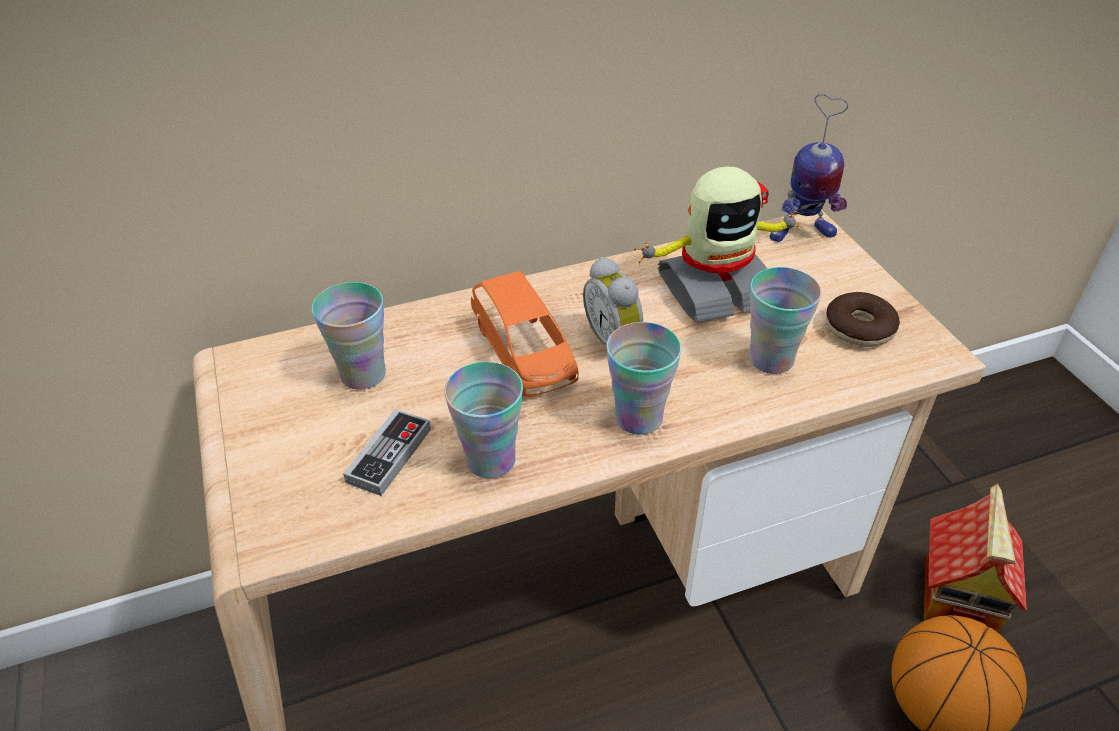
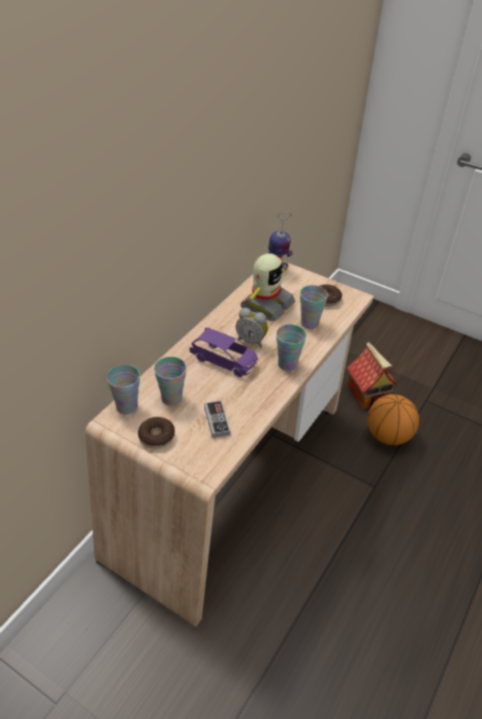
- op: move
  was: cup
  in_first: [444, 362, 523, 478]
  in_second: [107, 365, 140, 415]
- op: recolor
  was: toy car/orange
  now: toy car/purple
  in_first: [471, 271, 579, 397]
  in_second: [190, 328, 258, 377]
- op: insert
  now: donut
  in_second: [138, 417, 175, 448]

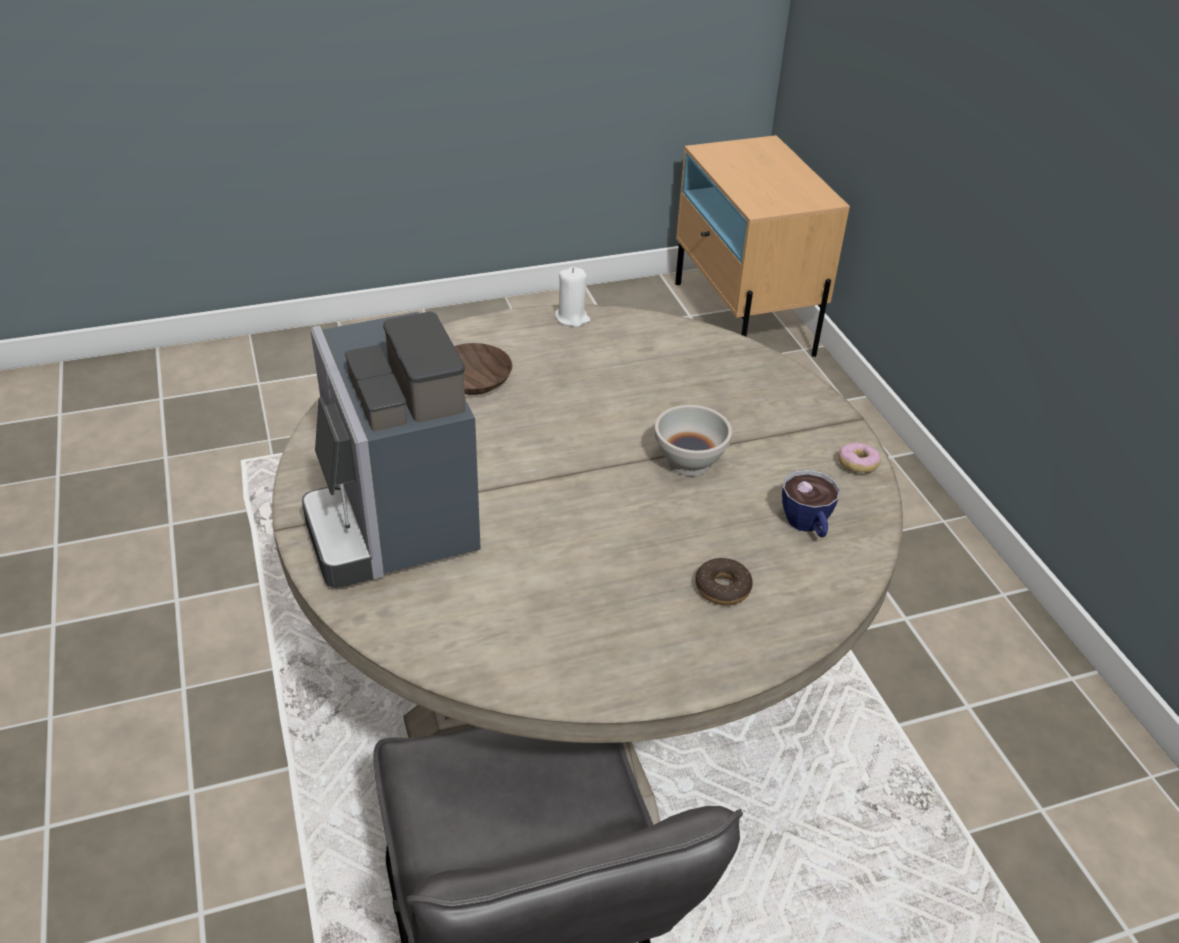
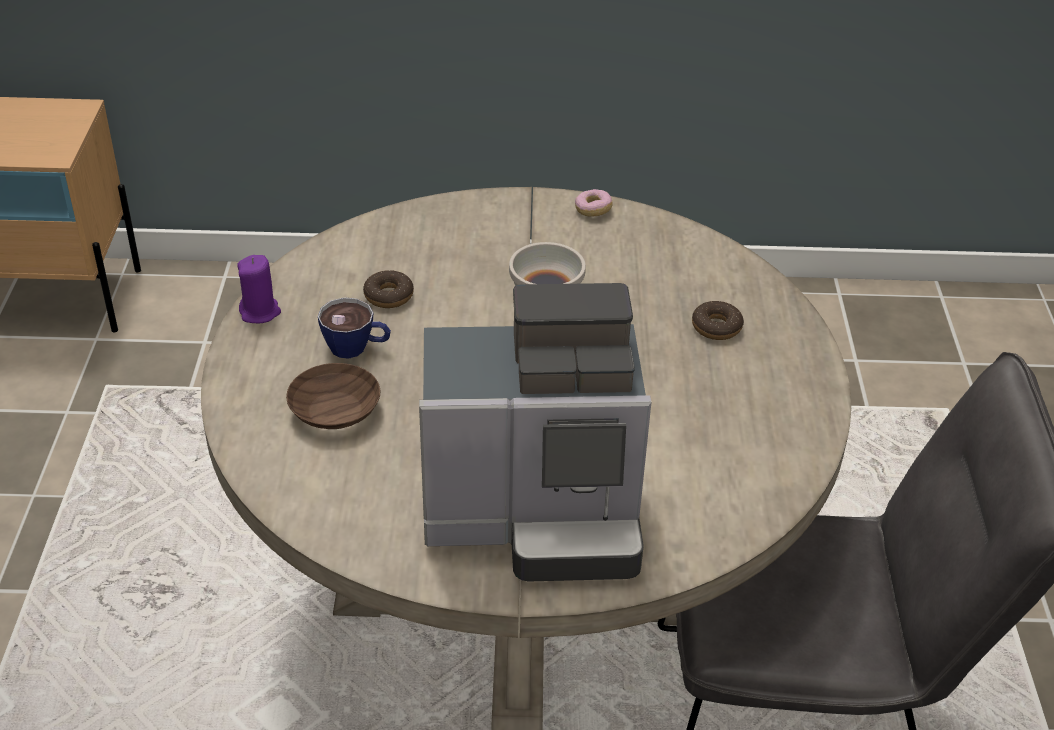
- op: recolor
  was: candle/white
  now: candle/purple
  in_first: [555, 267, 590, 327]
  in_second: [237, 255, 281, 323]
- op: move
  was: cup
  in_first: [782, 470, 840, 538]
  in_second: [318, 297, 391, 359]
- op: insert
  now: donut
  in_second: [363, 270, 414, 308]

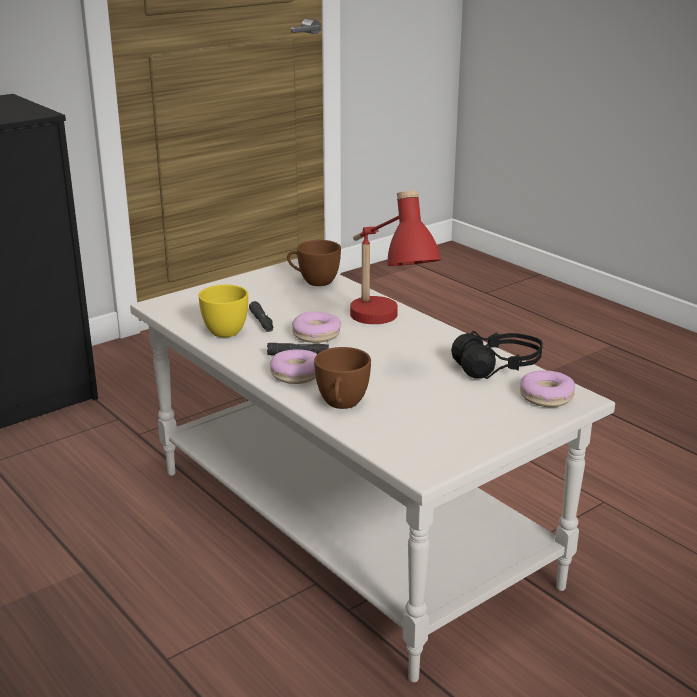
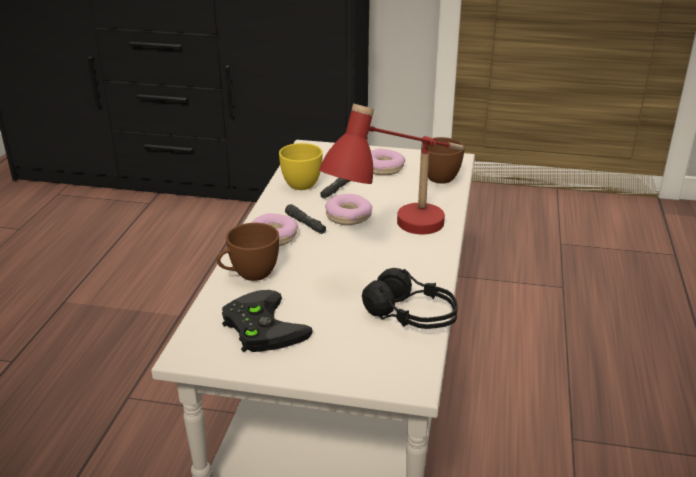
- op: move
  was: donut
  in_first: [520, 370, 575, 407]
  in_second: [371, 148, 405, 175]
- op: insert
  now: game controller/black
  in_second: [222, 290, 313, 352]

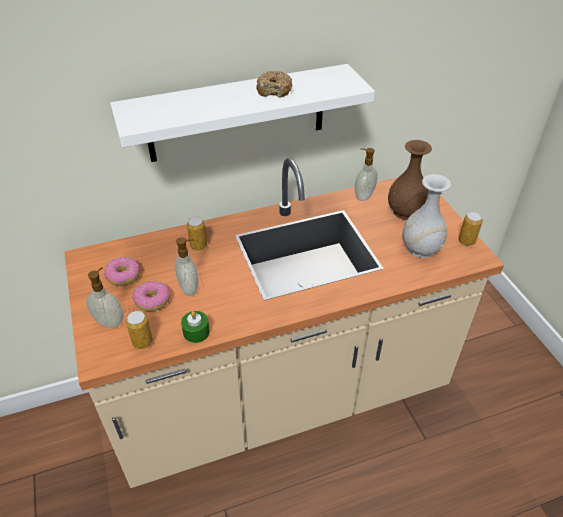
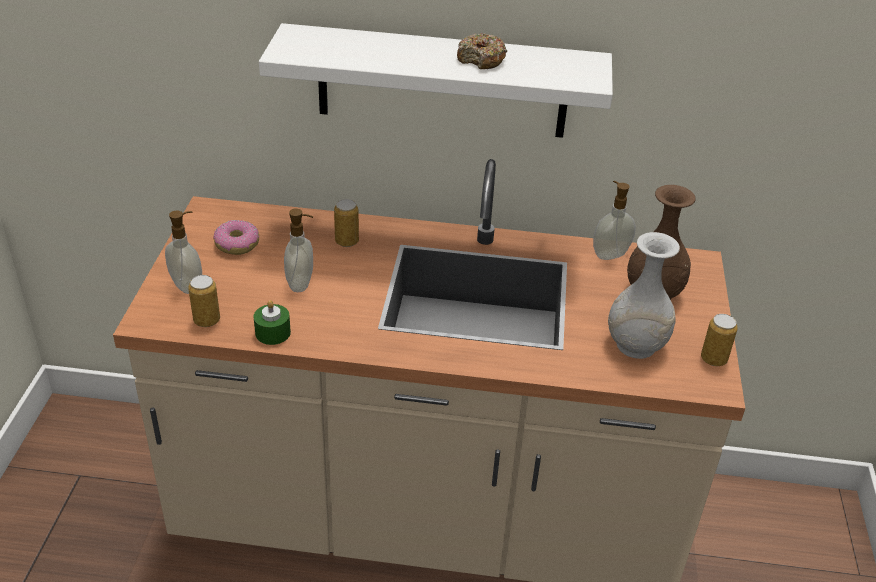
- op: delete
  was: donut
  in_first: [132, 281, 170, 311]

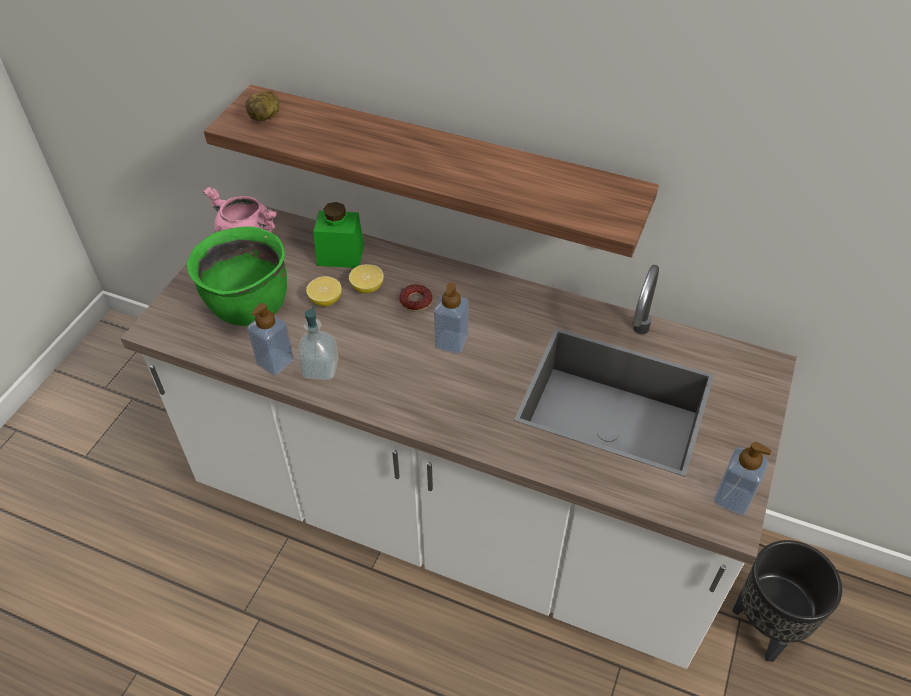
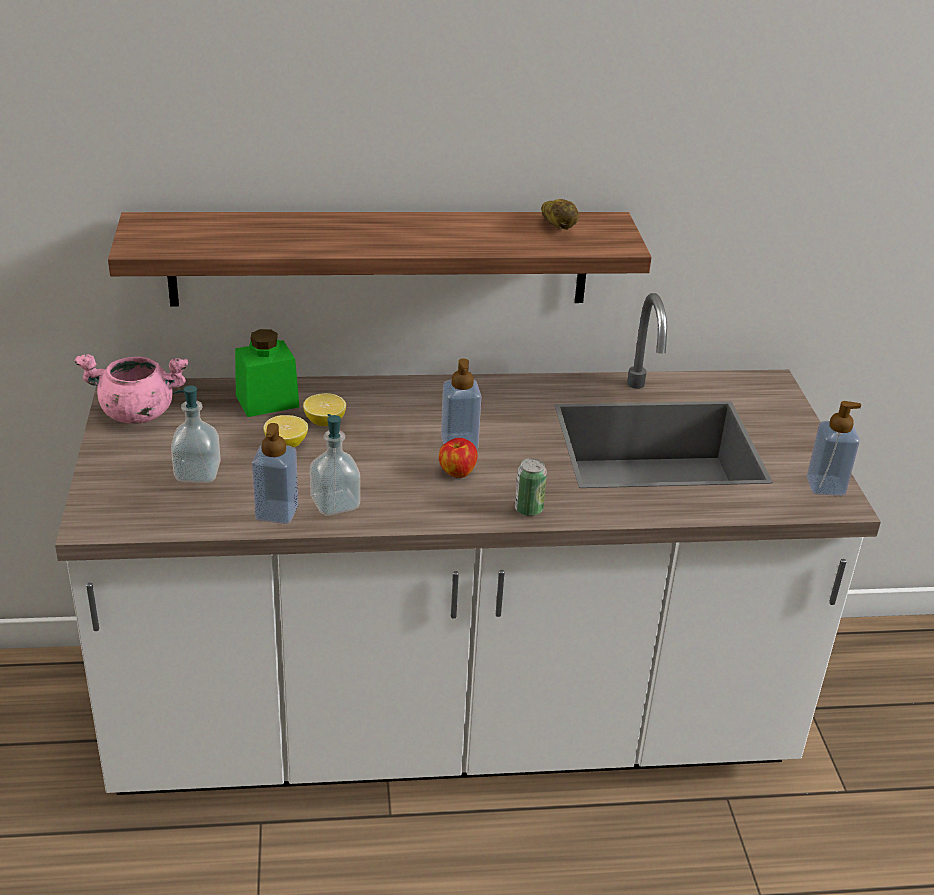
- op: replace
  was: cooking pot/green
  now: soap dispenser
  in_first: [186, 226, 287, 326]
  in_second: [171, 385, 221, 483]
- op: move
  was: potato
  in_first: [245, 91, 280, 121]
  in_second: [541, 199, 579, 230]
- op: delete
  was: donut
  in_first: [399, 284, 432, 312]
- op: delete
  was: planter/black
  in_first: [732, 540, 842, 662]
- op: insert
  now: apple
  in_second: [439, 438, 478, 478]
- op: insert
  now: can
  in_second: [515, 458, 547, 516]

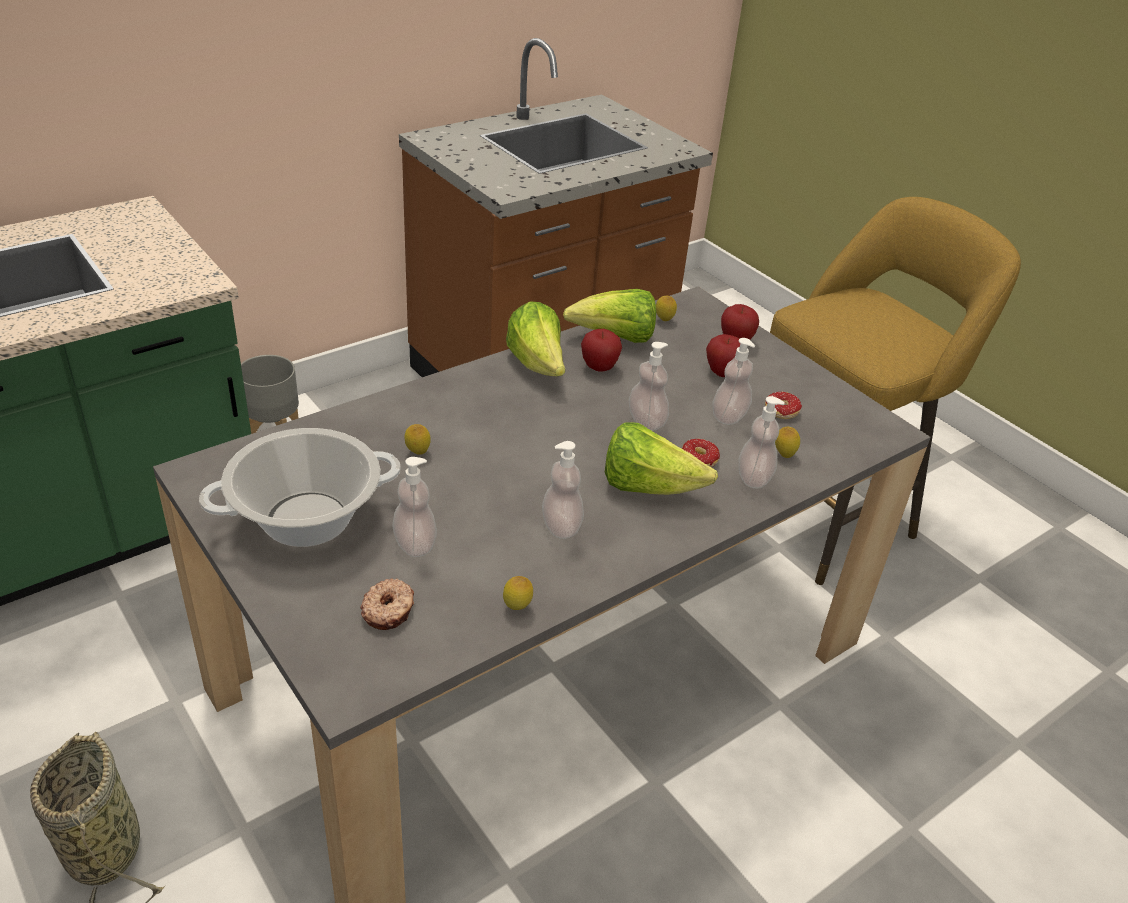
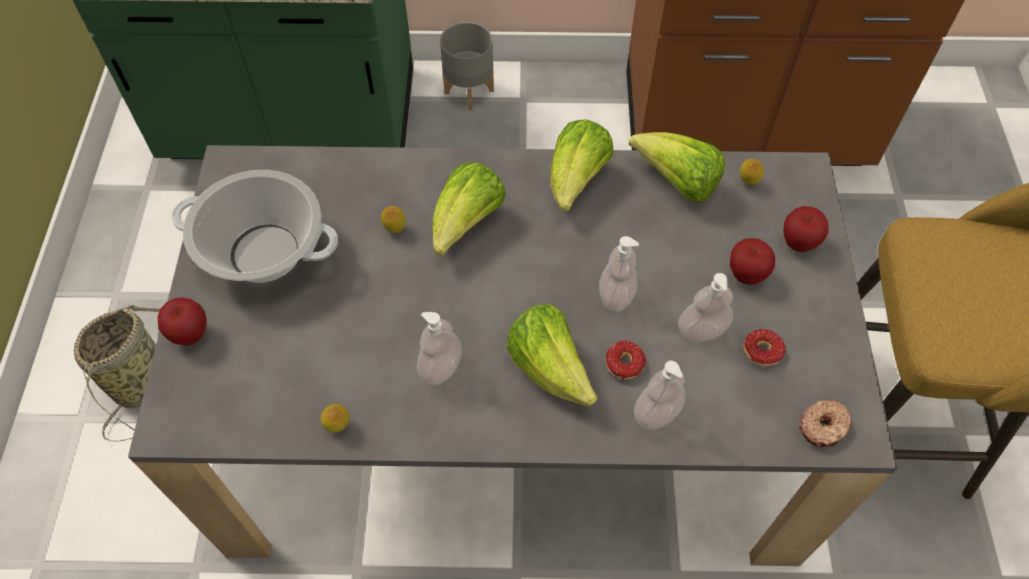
- op: move
  was: donut
  in_first: [360, 578, 414, 630]
  in_second: [799, 400, 852, 447]
- op: delete
  was: soap dispenser
  in_first: [392, 457, 437, 557]
- op: move
  was: apple
  in_first: [581, 329, 622, 372]
  in_second: [158, 297, 207, 346]
- op: delete
  was: lemon
  in_first: [775, 427, 800, 458]
- op: insert
  now: lettuce
  in_second: [433, 163, 506, 256]

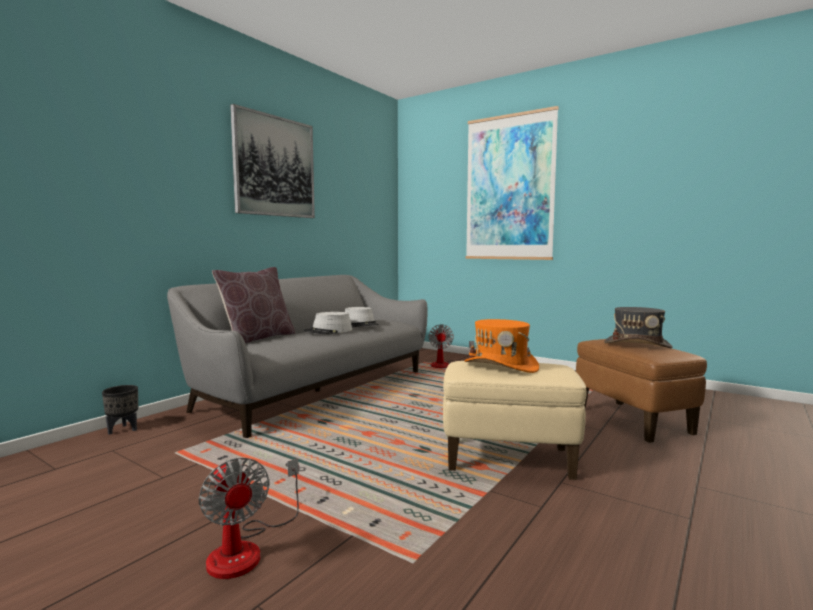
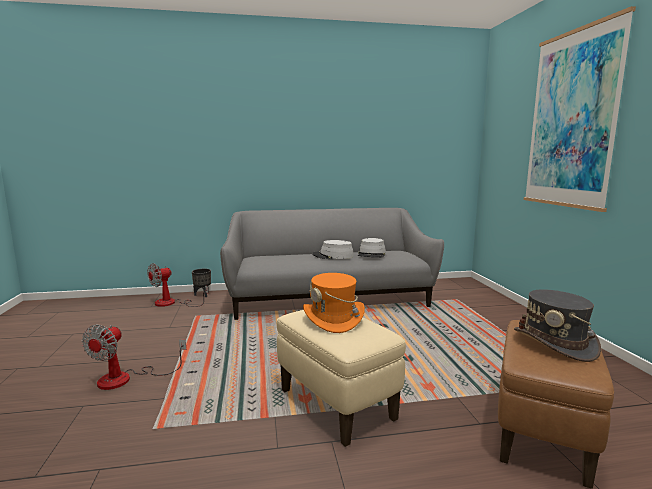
- op: delete
  was: pillow/brown
  in_first: [212, 267, 295, 344]
- op: delete
  was: picture
  in_first: [230, 104, 315, 218]
- op: move
  was: fan
  in_first: [429, 324, 474, 368]
  in_second: [147, 263, 208, 307]

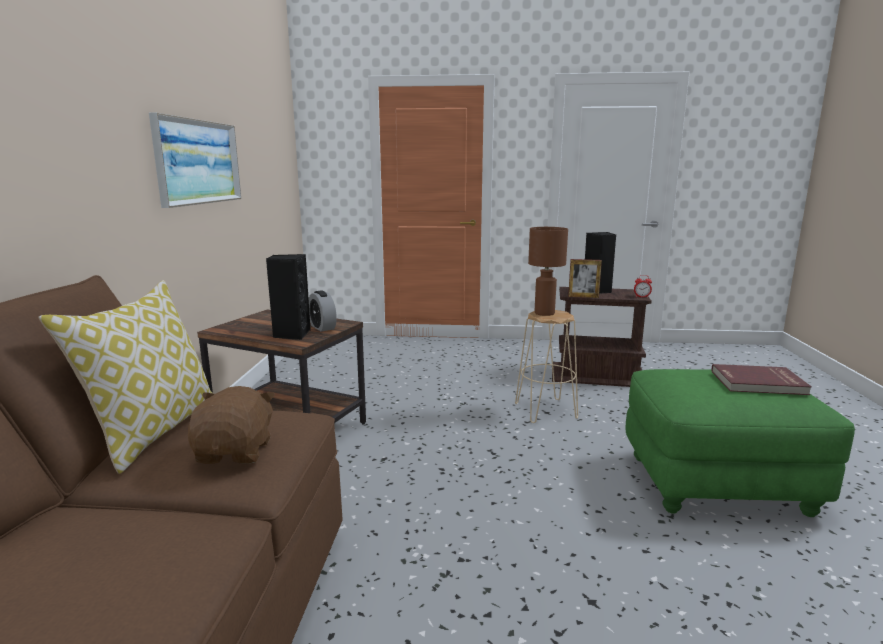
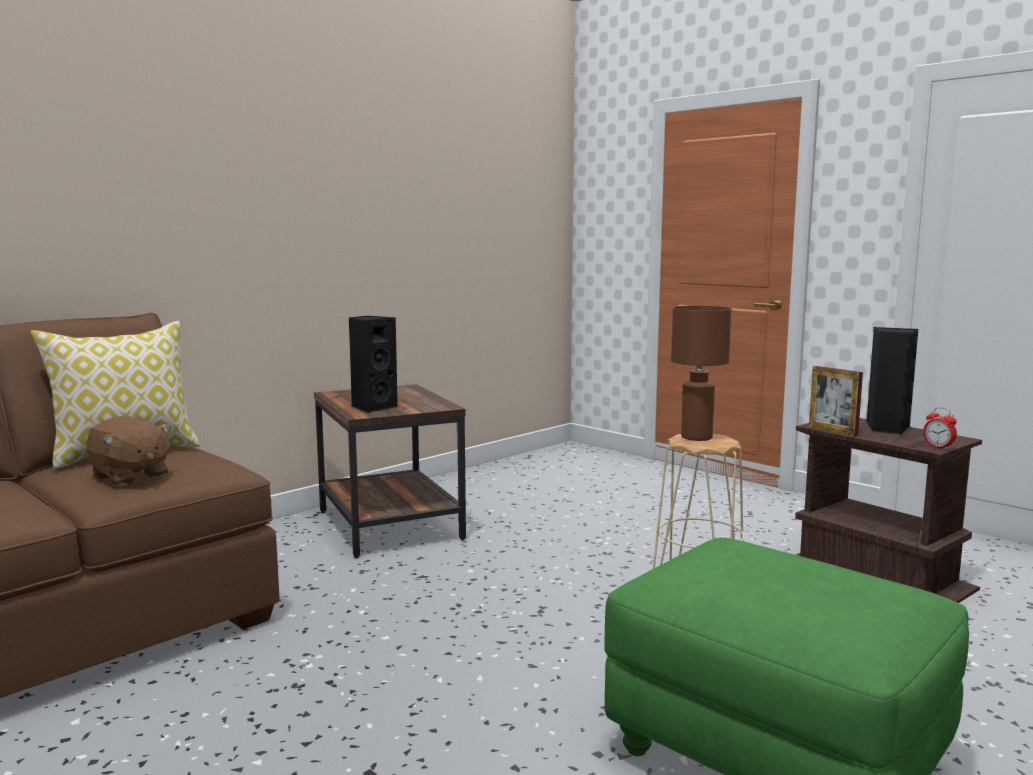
- op: delete
  was: picture
  in_first: [149, 113, 241, 208]
- op: rotate
  was: plush toy/brown
  in_first: [188, 386, 275, 464]
  in_second: [87, 416, 172, 486]
  clockwise: 90
- op: delete
  was: alarm clock
  in_first: [309, 290, 337, 332]
- op: delete
  was: book/red
  in_first: [712, 364, 812, 395]

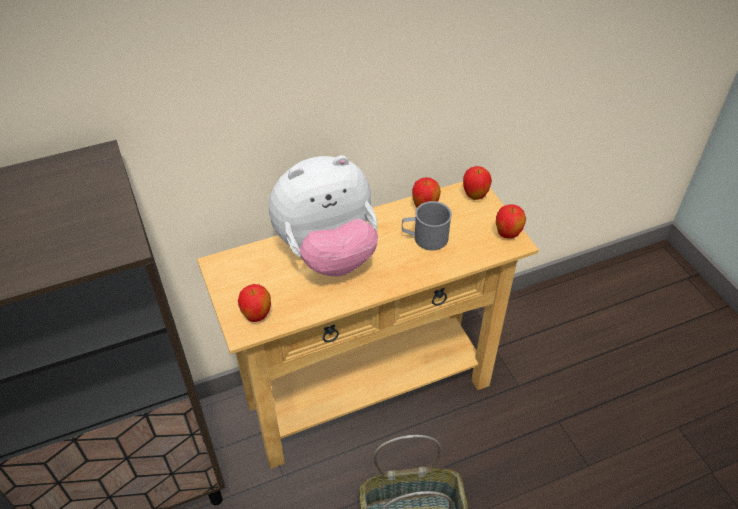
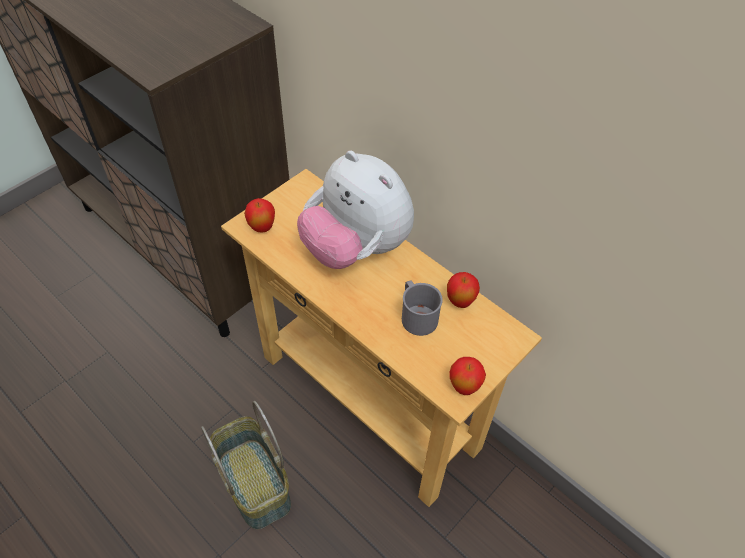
- op: delete
  was: apple
  in_first: [463, 166, 492, 200]

